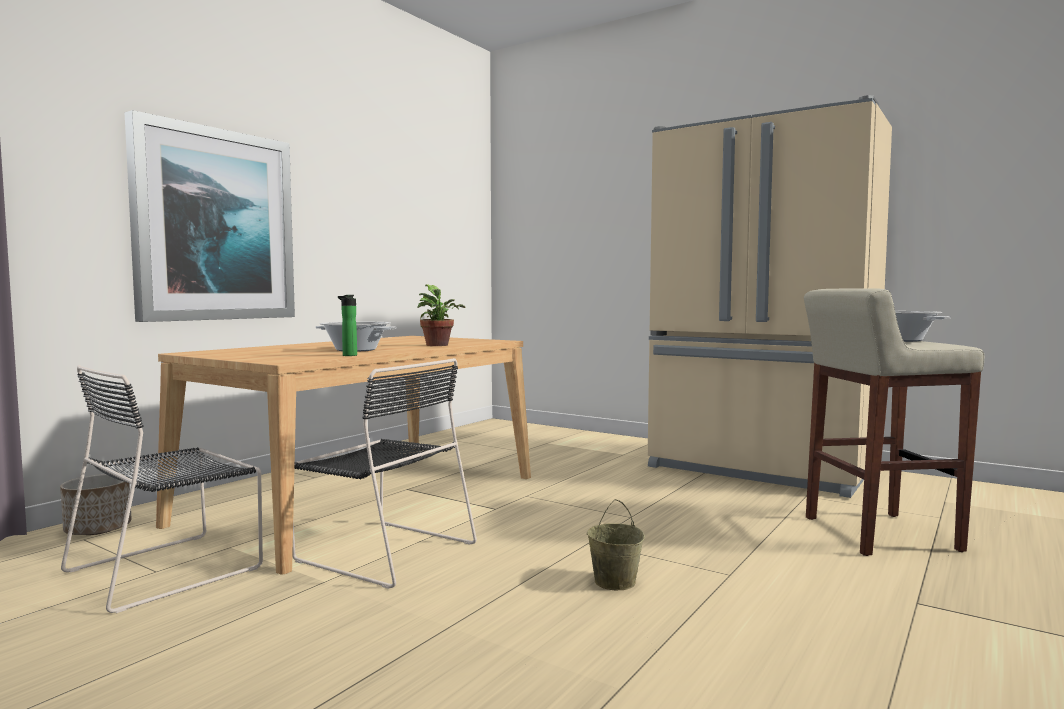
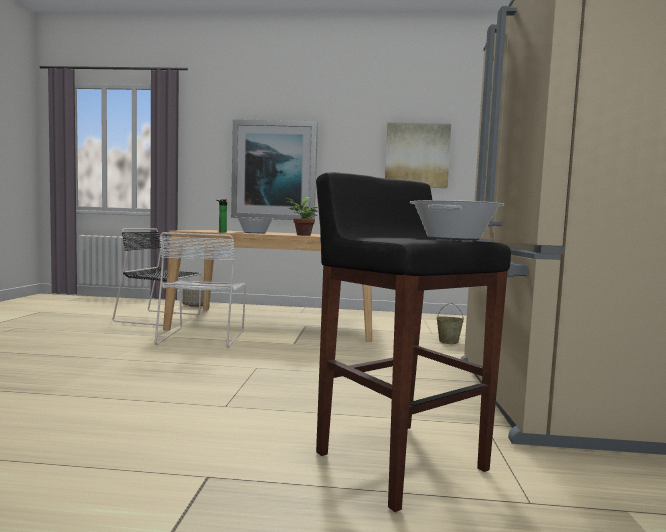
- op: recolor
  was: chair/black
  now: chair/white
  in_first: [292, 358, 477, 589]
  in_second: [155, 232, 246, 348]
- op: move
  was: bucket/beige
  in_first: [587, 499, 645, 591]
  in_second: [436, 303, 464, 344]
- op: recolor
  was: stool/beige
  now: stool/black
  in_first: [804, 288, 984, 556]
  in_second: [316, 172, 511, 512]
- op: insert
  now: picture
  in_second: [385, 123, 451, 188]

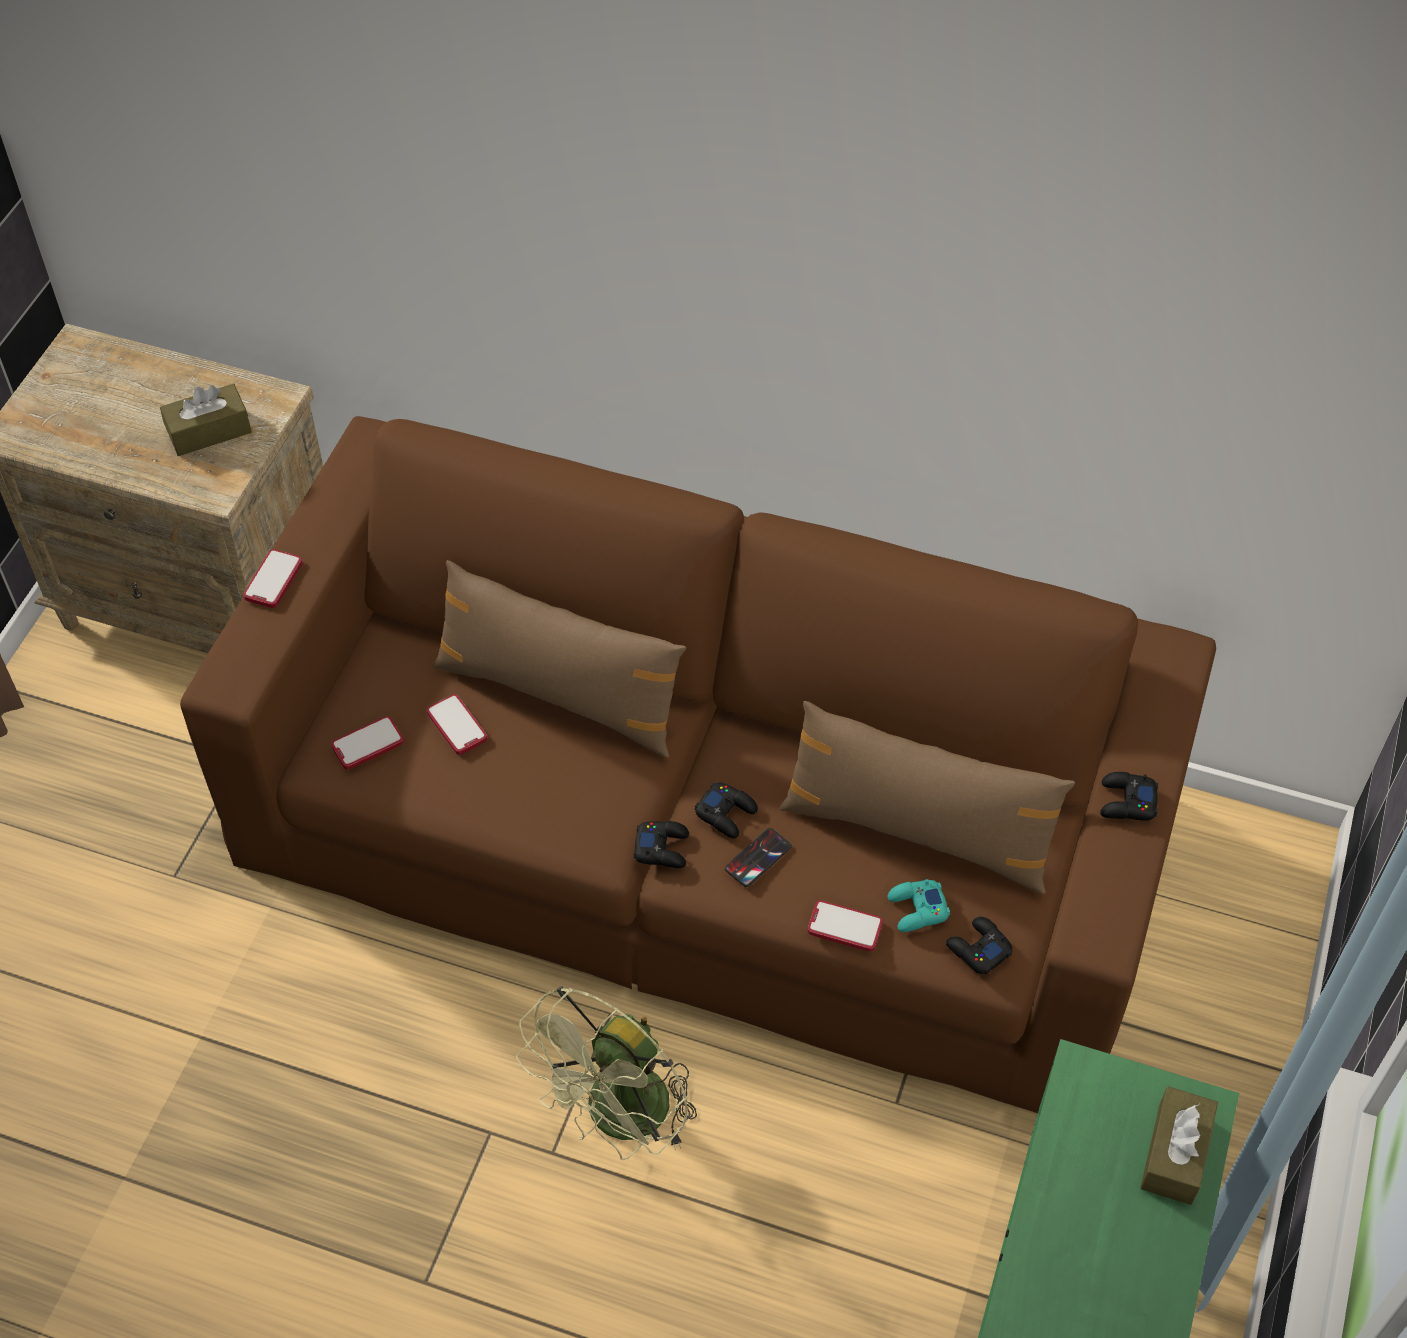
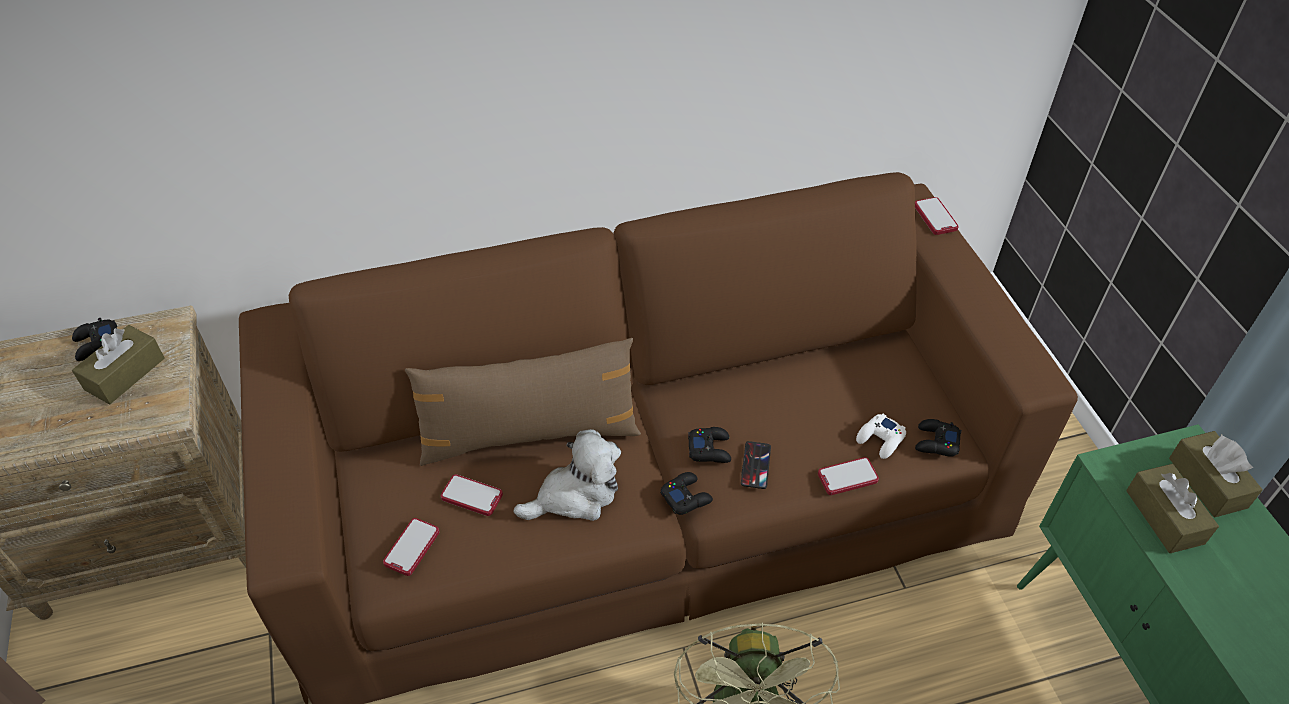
- op: move
  was: phone
  in_first: [243, 550, 302, 608]
  in_second: [915, 197, 959, 235]
- op: delete
  was: pillow/brown
  in_first: [779, 701, 1075, 894]
- op: recolor
  was: game controller/turquoise
  now: game controller/white
  in_first: [888, 879, 950, 932]
  in_second: [856, 414, 906, 459]
- op: move
  was: game controller/black
  in_first: [1100, 772, 1158, 821]
  in_second: [72, 318, 117, 361]
- op: insert
  now: plush toy
  in_second: [513, 429, 621, 521]
- op: insert
  now: tissue box/brown
  in_second: [1126, 464, 1219, 553]

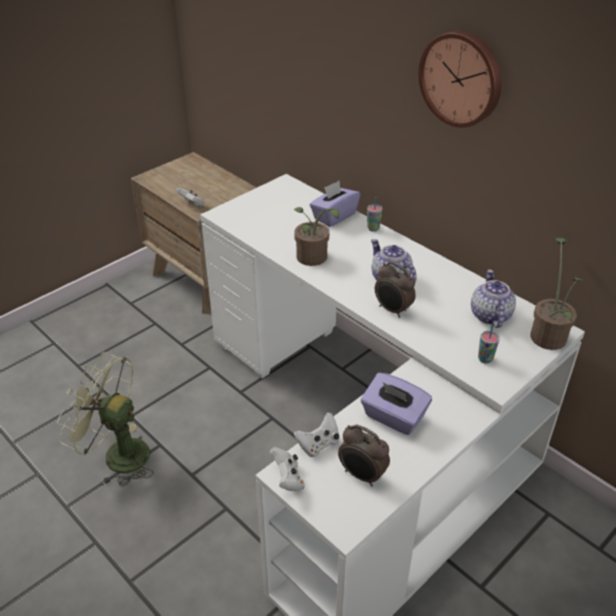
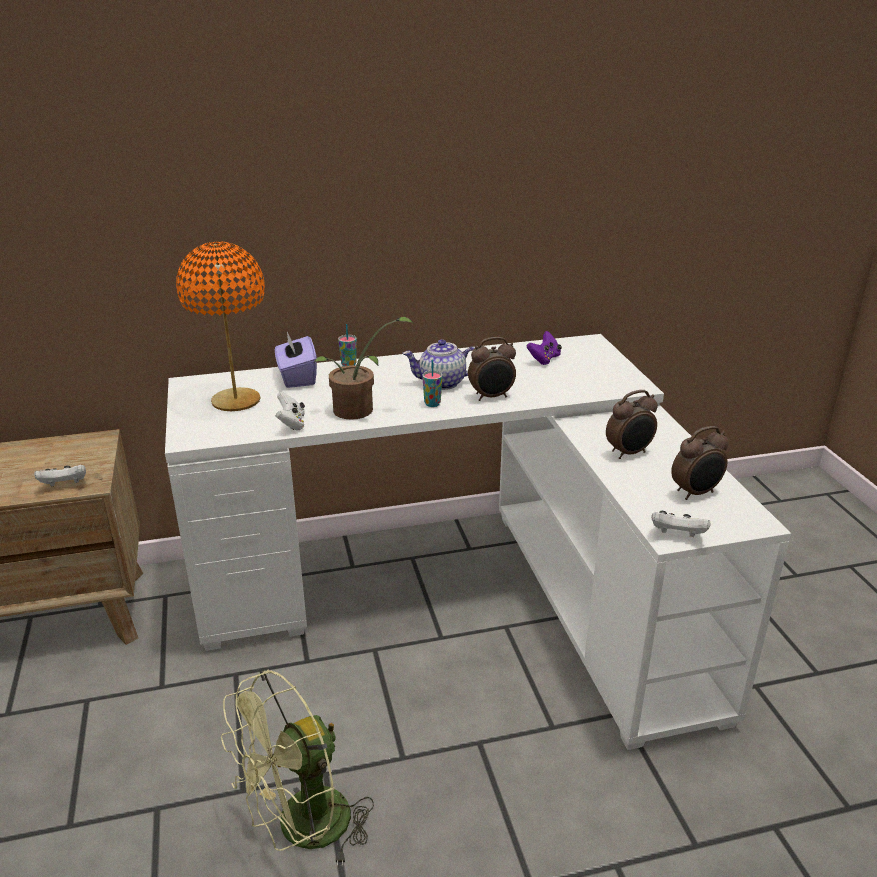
- op: move
  was: game controller/white
  in_first: [294, 412, 339, 457]
  in_second: [276, 392, 305, 430]
- op: replace
  was: tissue box/purple
  now: alarm clock
  in_first: [361, 372, 432, 435]
  in_second: [606, 390, 658, 459]
- op: delete
  was: wall clock
  in_first: [418, 31, 502, 128]
- op: replace
  was: teapot
  now: game controller/purple
  in_first: [471, 270, 516, 328]
  in_second: [527, 331, 562, 365]
- op: move
  was: cup
  in_first: [478, 325, 500, 364]
  in_second: [422, 360, 443, 407]
- op: delete
  was: potted plant
  in_first: [530, 238, 583, 350]
- op: insert
  now: table lamp/orange
  in_second: [176, 242, 265, 411]

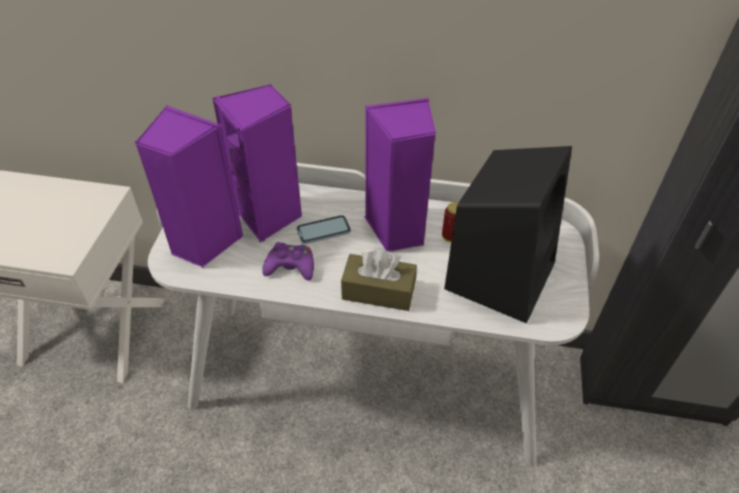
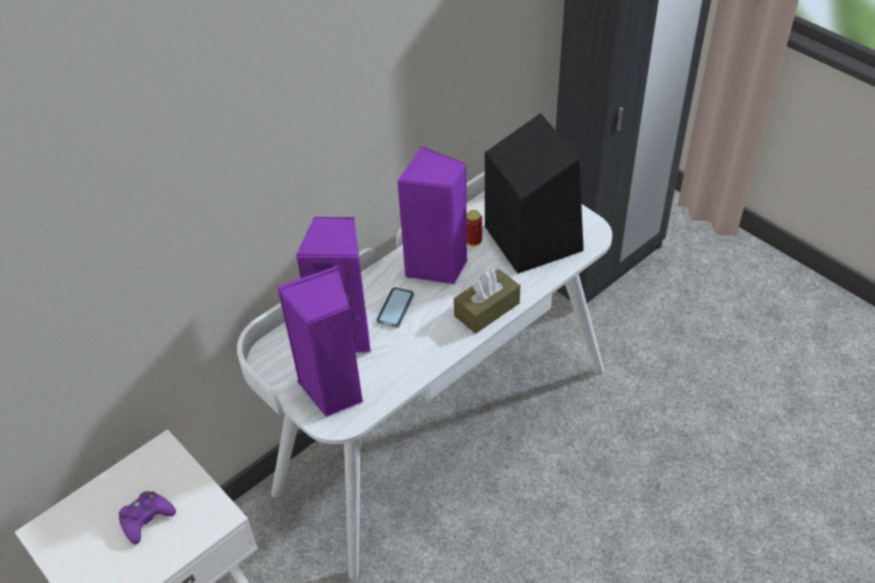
- op: move
  was: game controller/purple
  in_first: [262, 242, 314, 281]
  in_second: [119, 491, 176, 545]

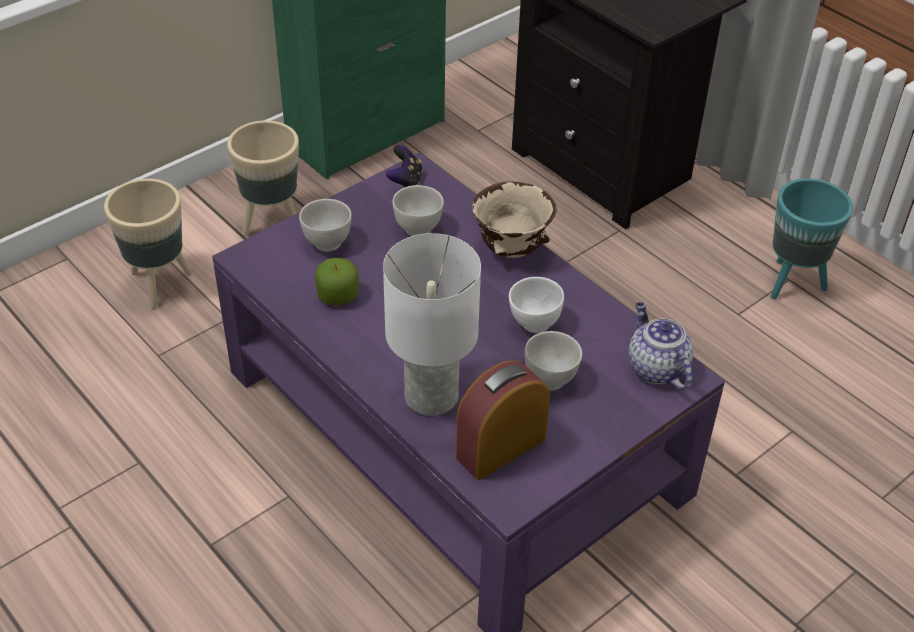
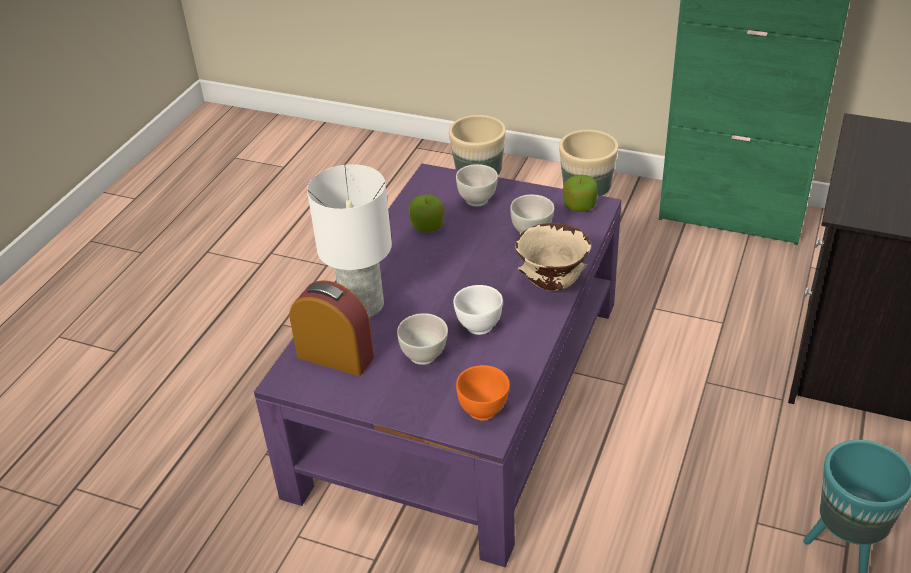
- op: replace
  was: game controller
  now: apple
  in_first: [386, 145, 423, 187]
  in_second: [563, 175, 598, 212]
- op: replace
  was: teapot
  now: bowl/orange
  in_first: [628, 302, 694, 390]
  in_second: [456, 365, 510, 421]

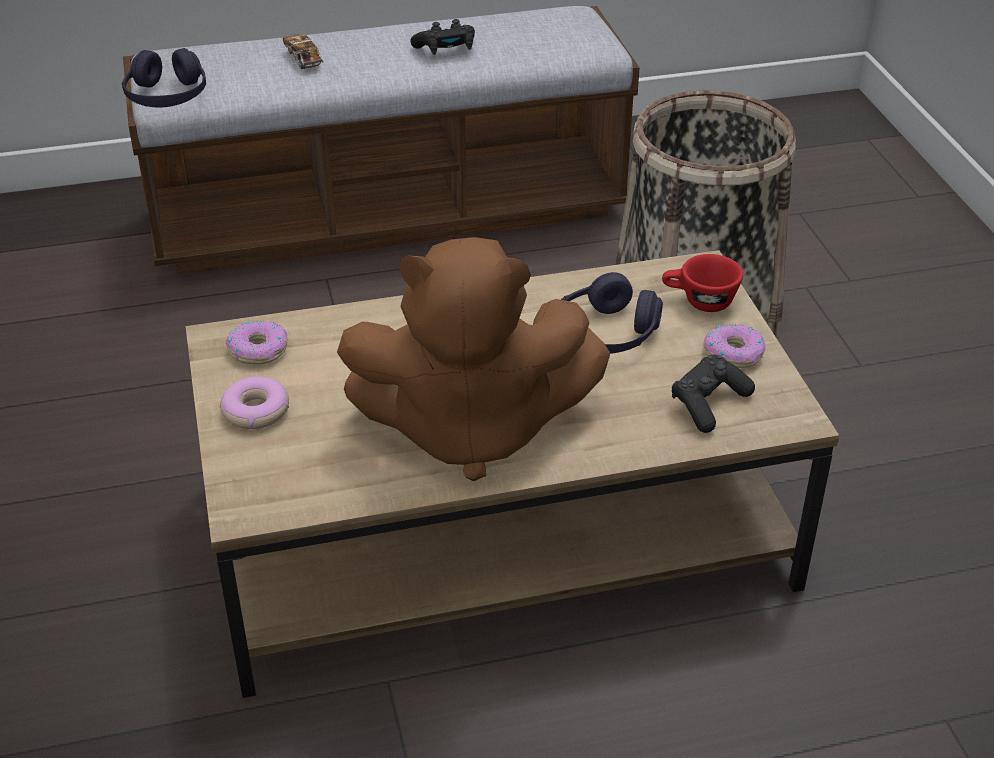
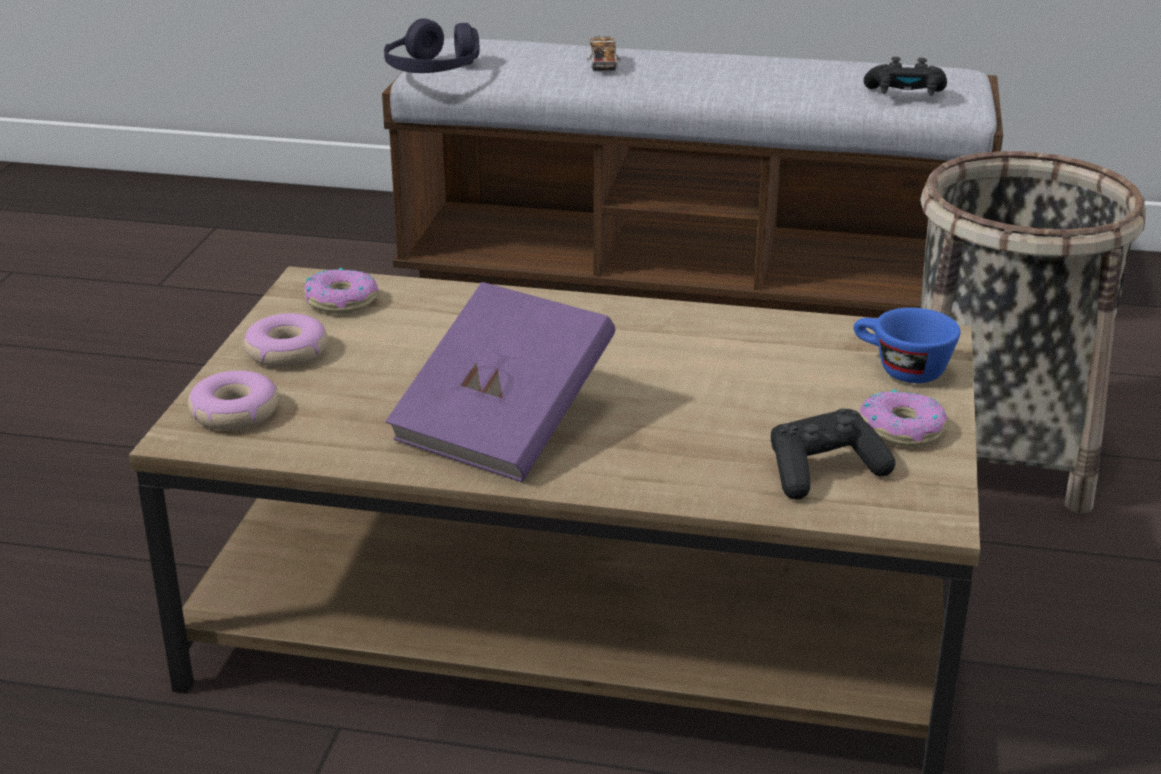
- op: replace
  was: plush toy/brown
  now: book/purple
  in_first: [337, 237, 610, 481]
  in_second: [385, 282, 615, 482]
- op: move
  was: game controller/black
  in_first: [411, 19, 475, 55]
  in_second: [863, 57, 947, 96]
- op: delete
  was: headphones/purple
  in_first: [561, 272, 663, 354]
- op: recolor
  was: cup/red
  now: cup/blue
  in_first: [662, 254, 743, 312]
  in_second: [853, 308, 961, 383]
- op: insert
  now: donut
  in_second: [188, 370, 278, 430]

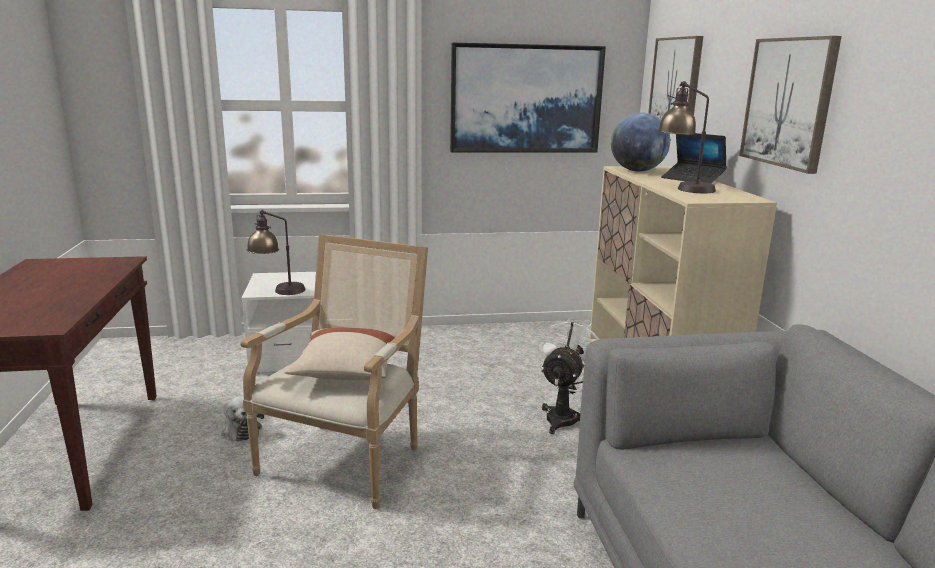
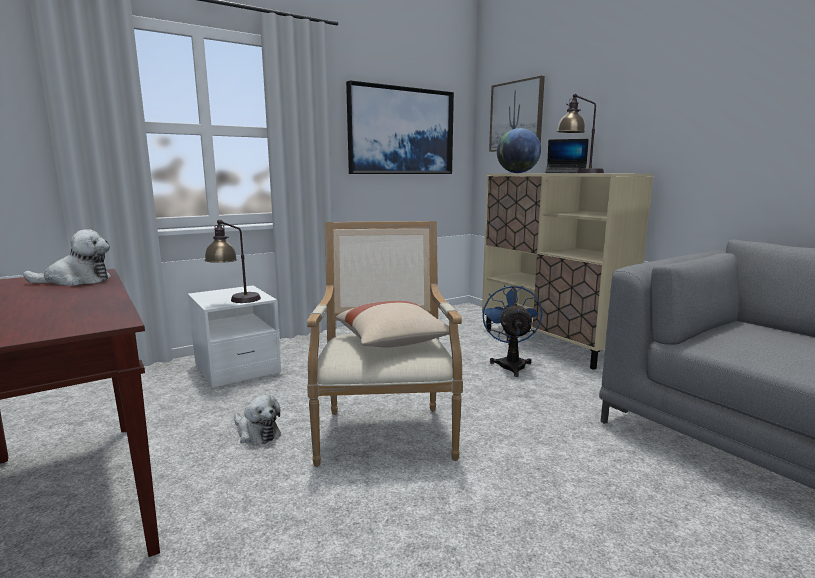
- op: recolor
  was: fan/white
  now: fan/blue
  in_first: [536, 318, 600, 434]
  in_second: [482, 284, 542, 377]
- op: delete
  was: picture
  in_first: [739, 36, 842, 174]
- op: insert
  now: plush toy
  in_second: [23, 229, 111, 286]

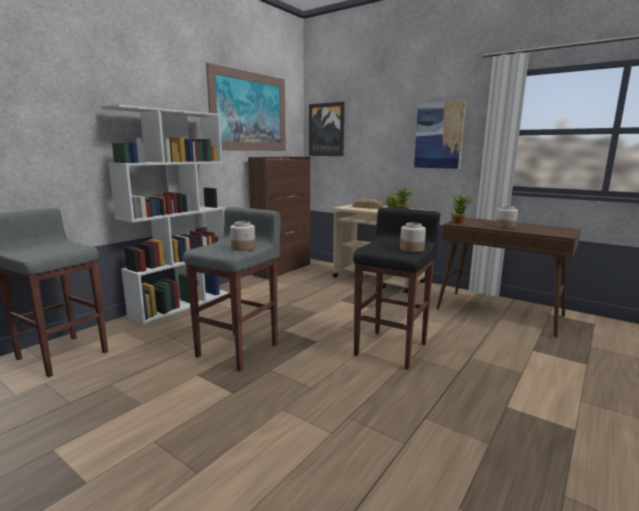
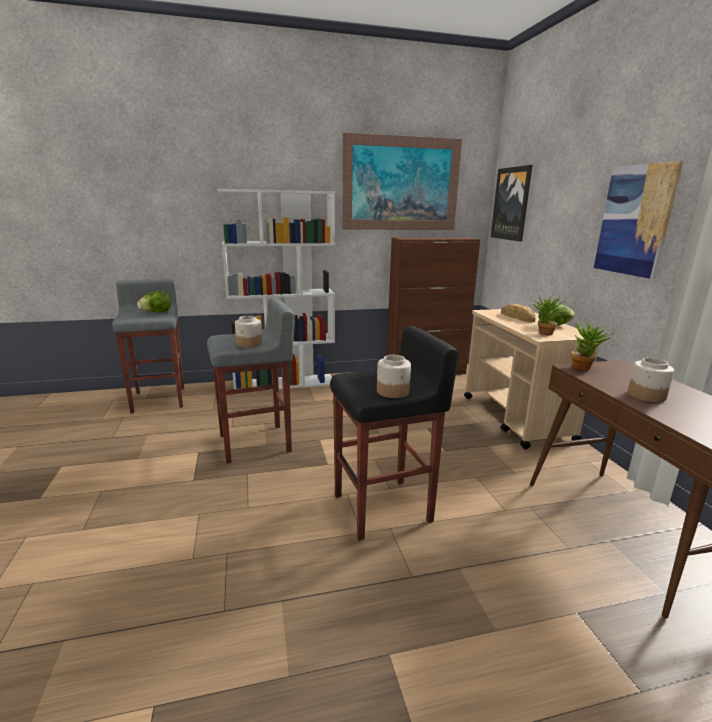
- op: insert
  now: lettuce
  in_second: [137, 291, 171, 312]

